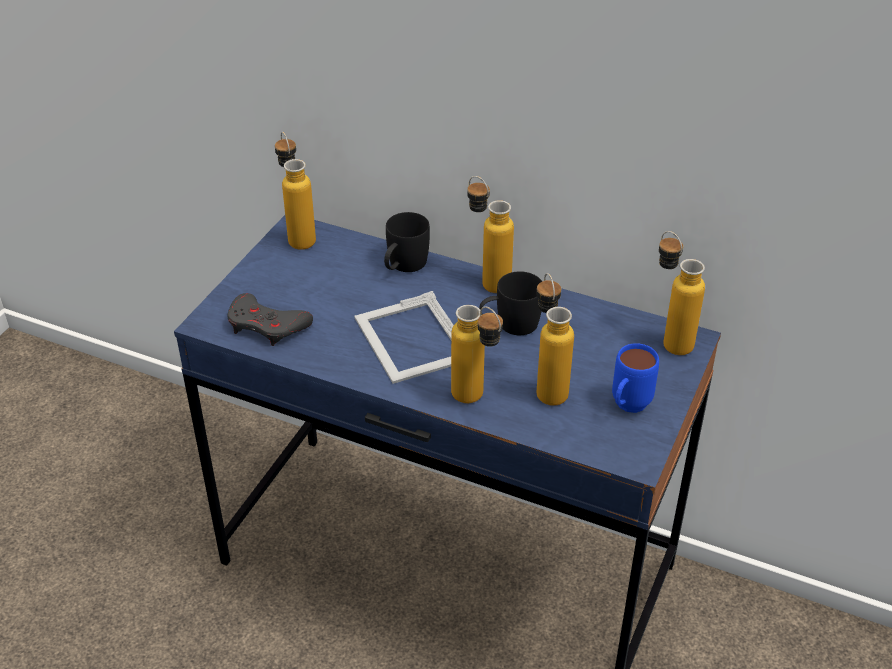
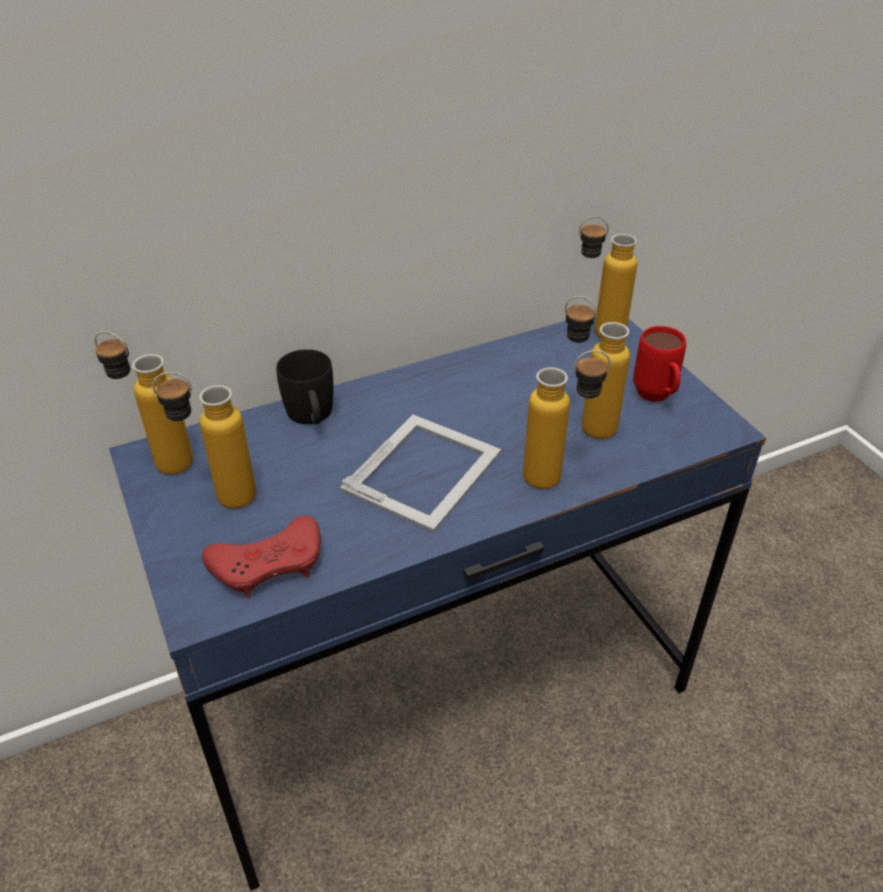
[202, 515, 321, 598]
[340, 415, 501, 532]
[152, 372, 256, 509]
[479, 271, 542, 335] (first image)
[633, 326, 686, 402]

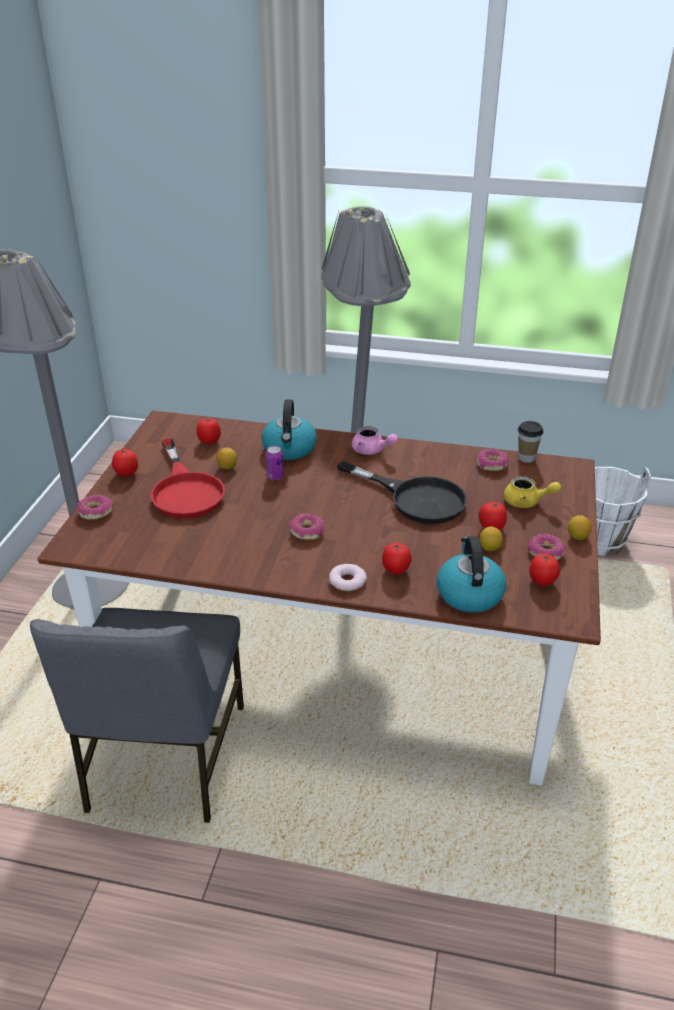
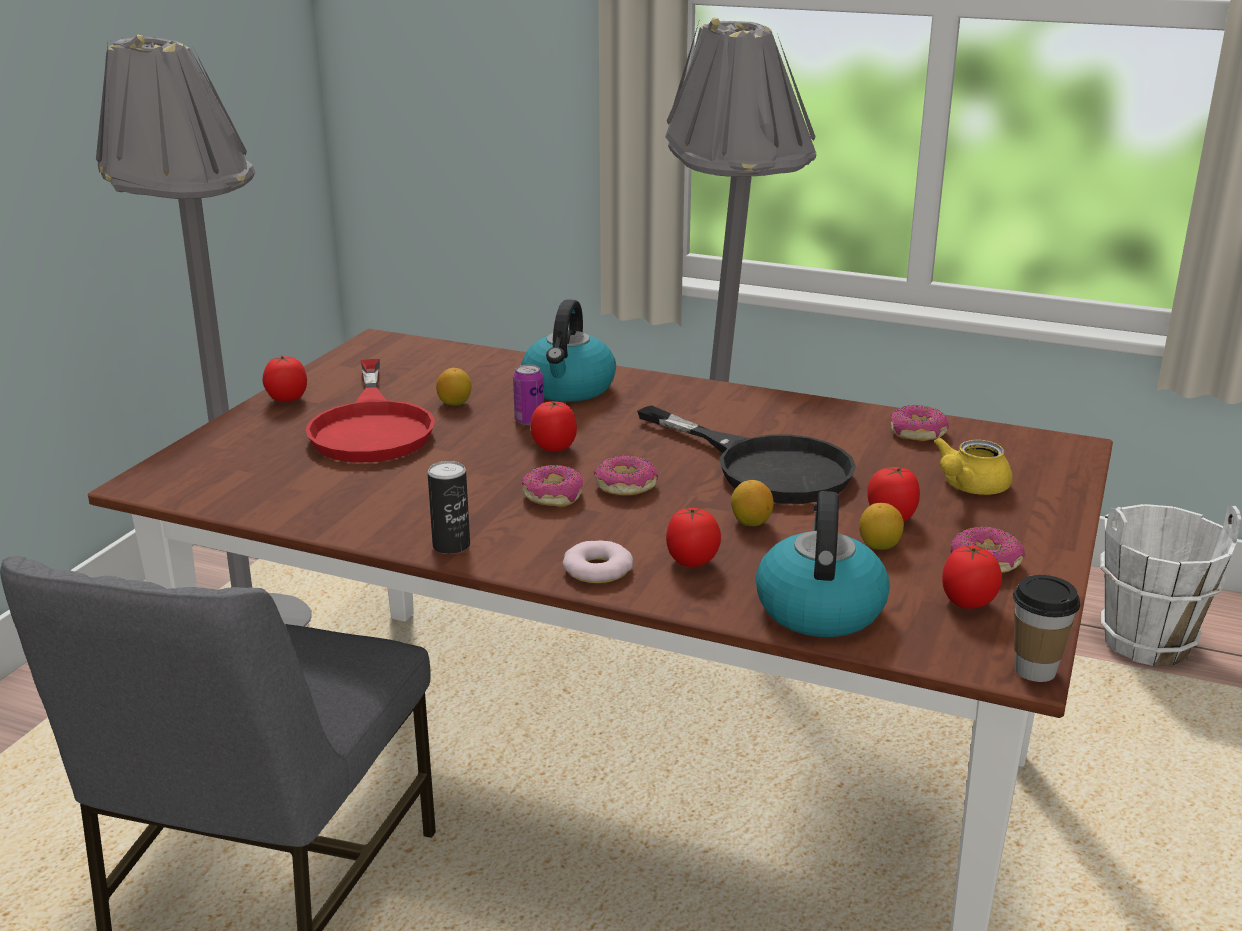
[594, 455, 658, 495]
[530, 401, 577, 452]
[352, 426, 398, 455] (first image)
[934, 438, 1013, 495]
[1013, 575, 1080, 682]
[731, 480, 774, 526]
[428, 461, 470, 554]

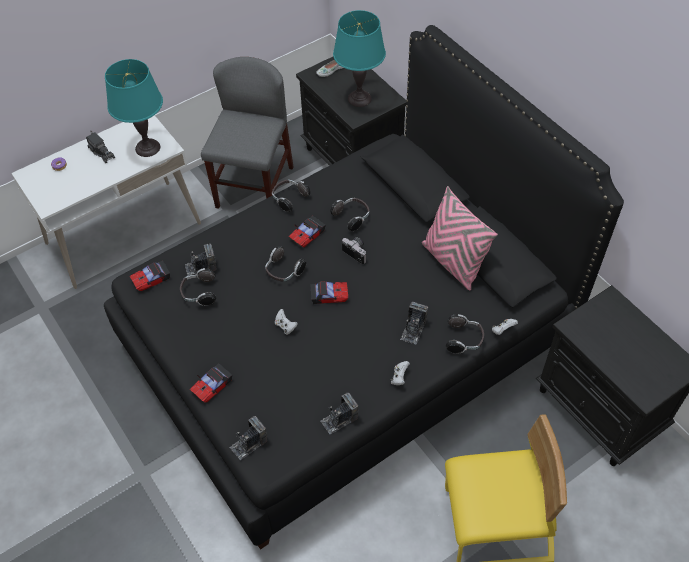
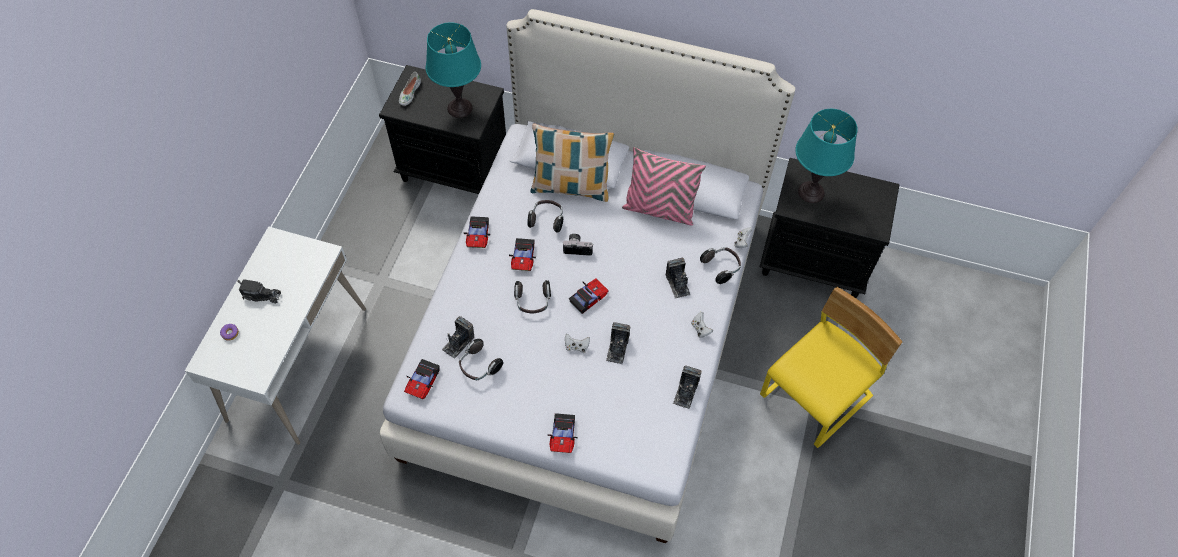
[380, 9, 795, 543]
[795, 109, 858, 203]
[201, 57, 294, 209] (first image)
[606, 322, 631, 364]
[464, 216, 490, 248]
[530, 123, 614, 202]

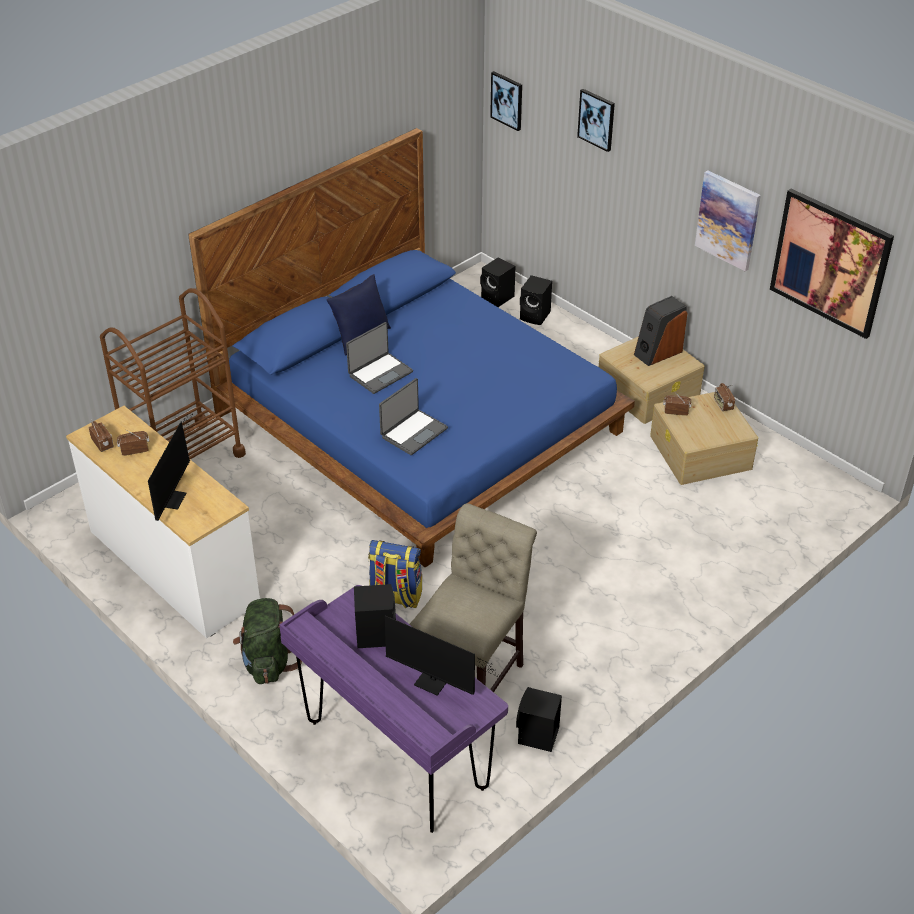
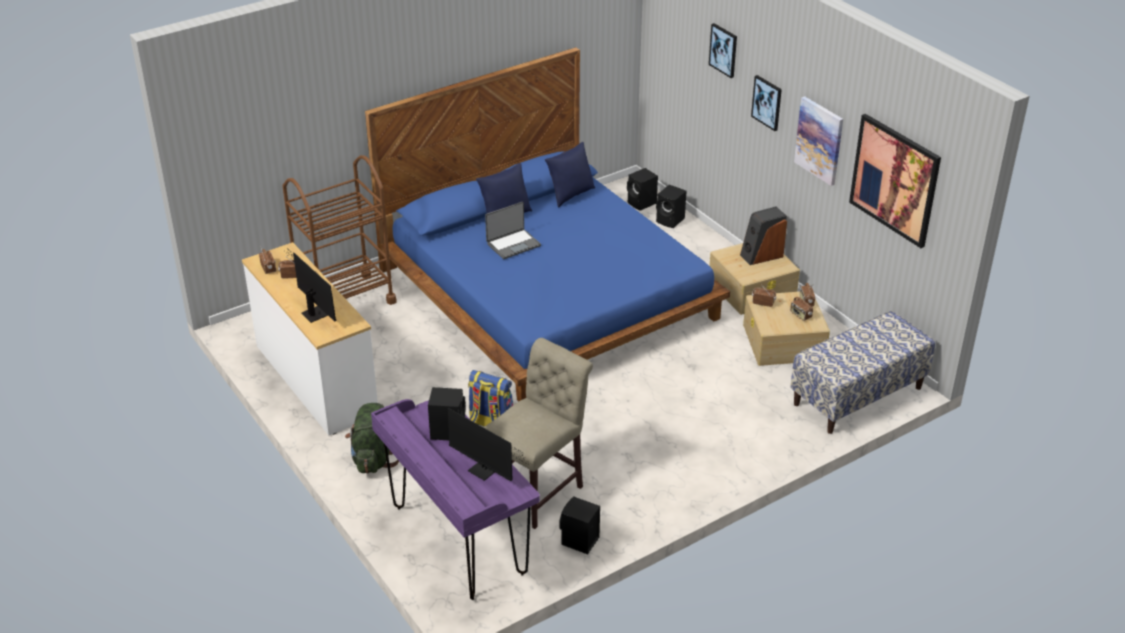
[286, 248, 337, 323]
[379, 378, 448, 455] (first image)
[751, 75, 782, 131]
[545, 142, 595, 208]
[790, 296, 813, 321]
[790, 311, 935, 434]

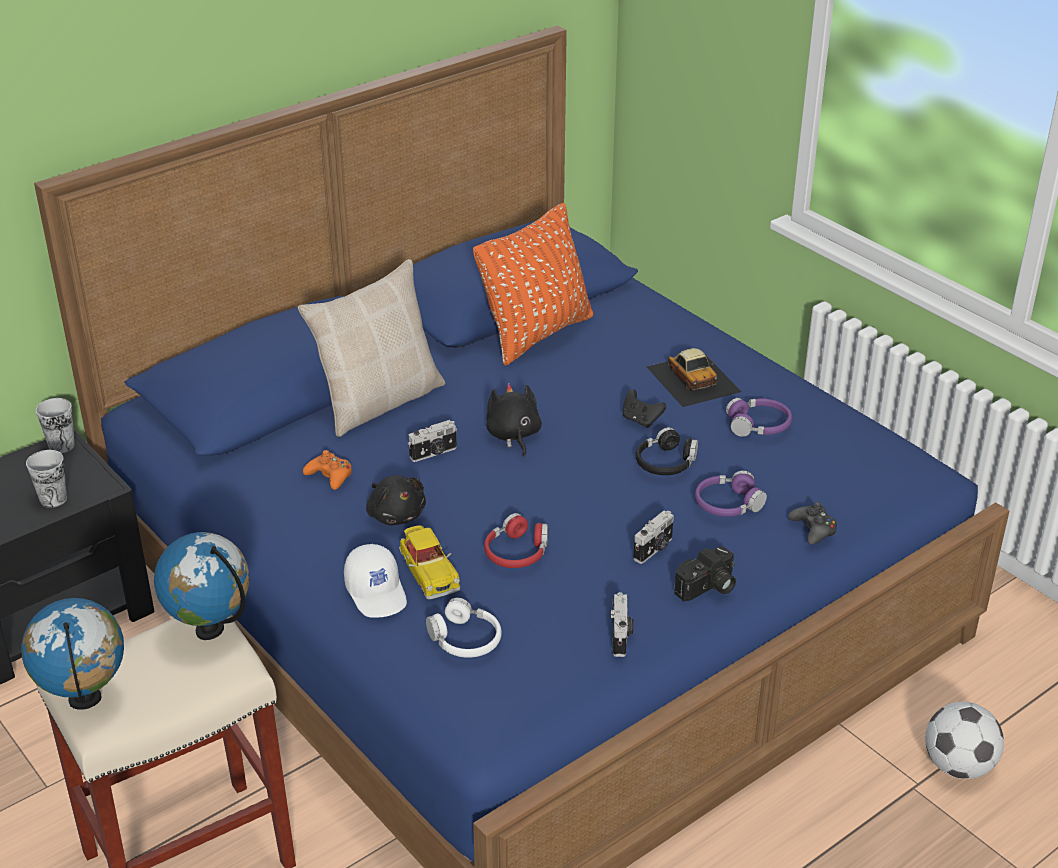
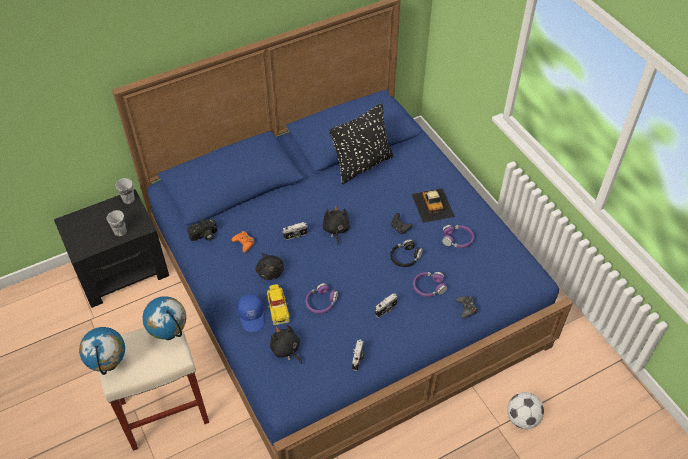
[298, 259, 445, 437] (first image)
[237, 294, 265, 332]
[270, 325, 302, 364]
[329, 103, 393, 184]
[305, 283, 338, 314]
[187, 219, 217, 241]

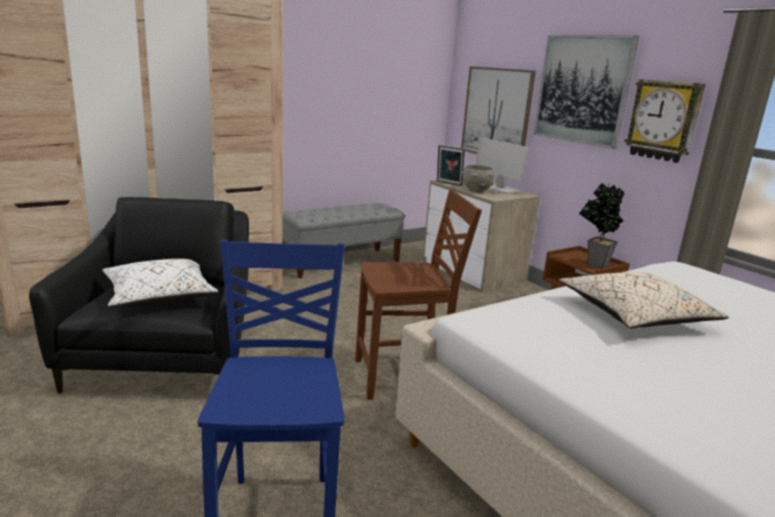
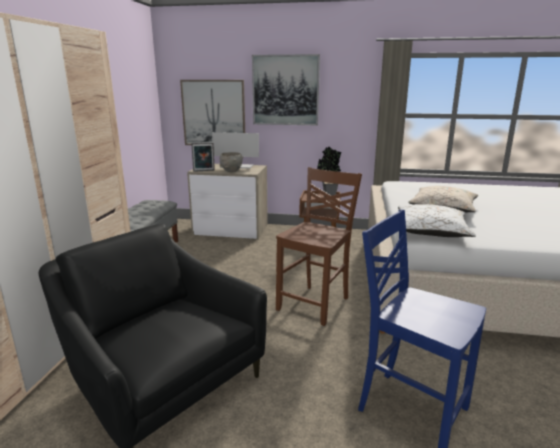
[398, 204, 476, 237]
[625, 79, 705, 163] (first image)

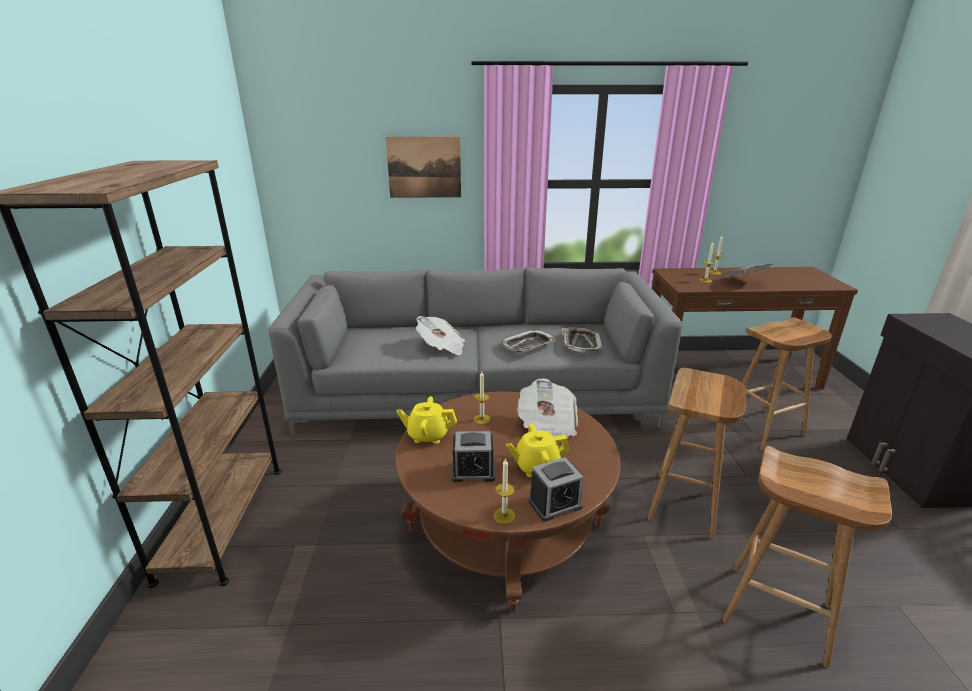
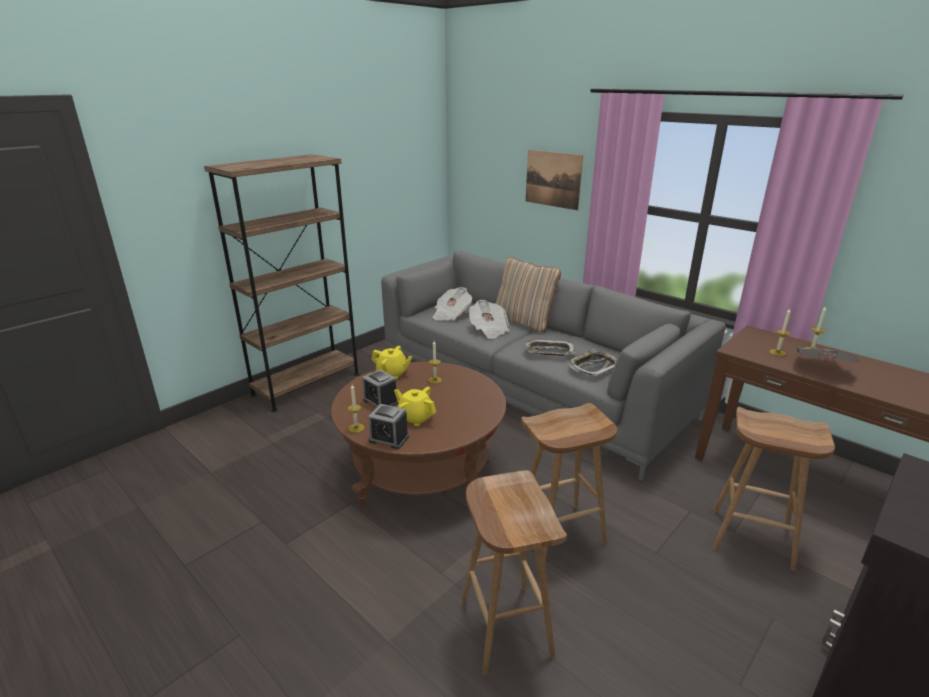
[371, 346, 413, 379]
[433, 287, 472, 320]
[495, 257, 561, 332]

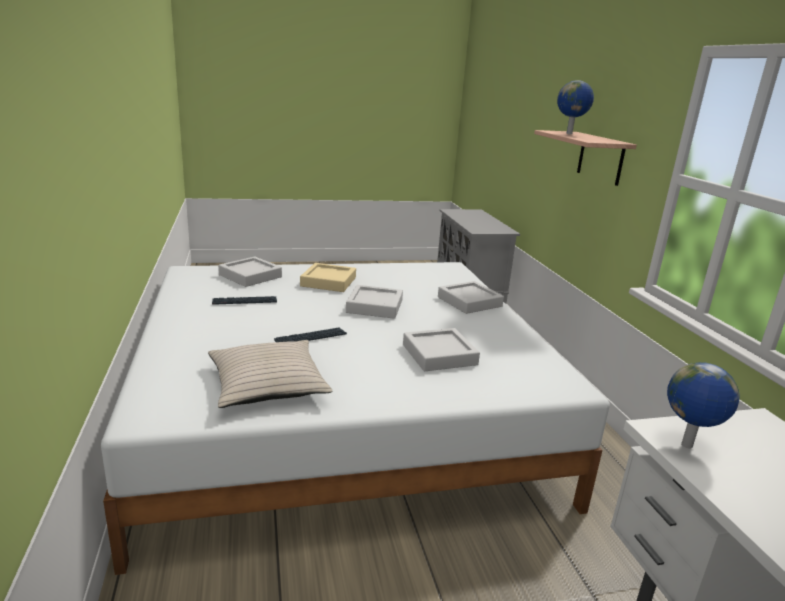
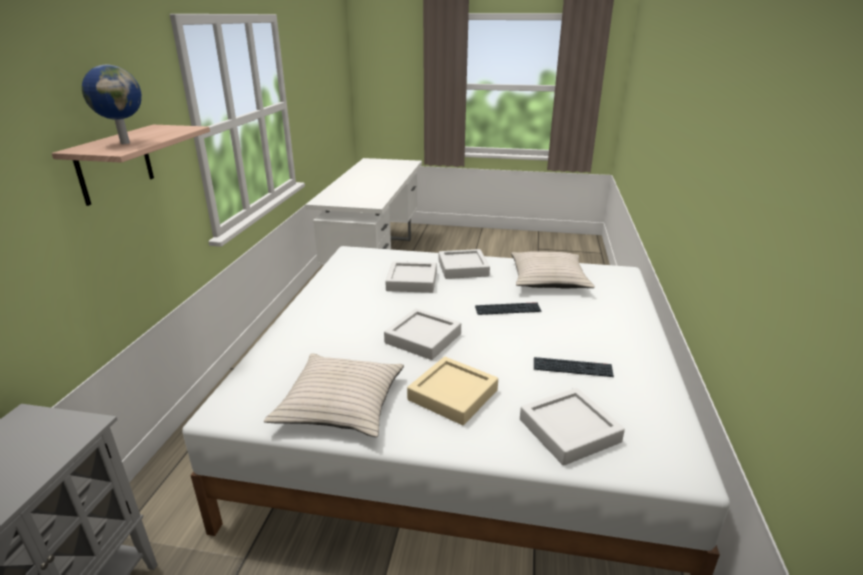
[439, 249, 490, 279]
[667, 362, 740, 449] (first image)
[264, 353, 404, 437]

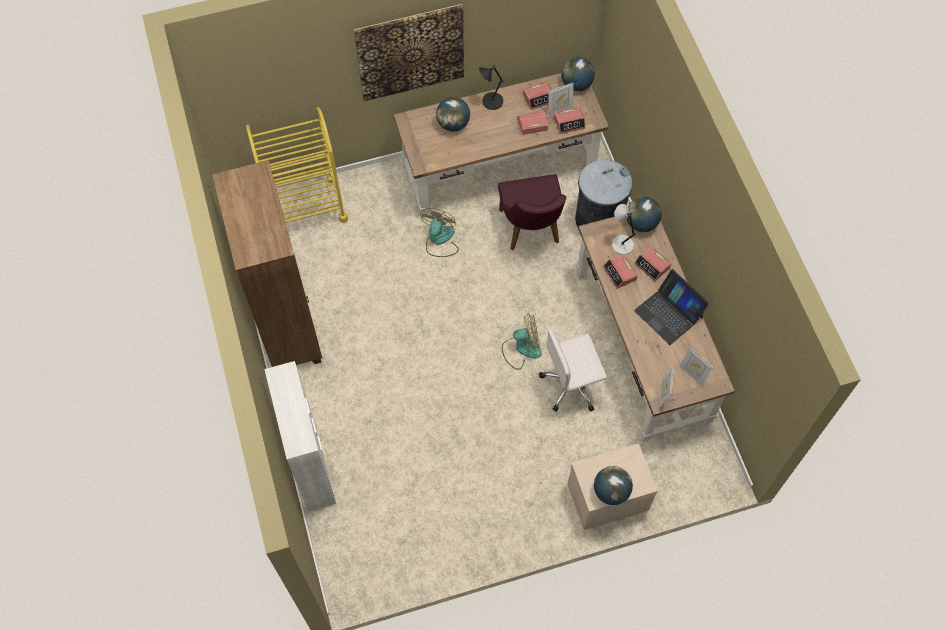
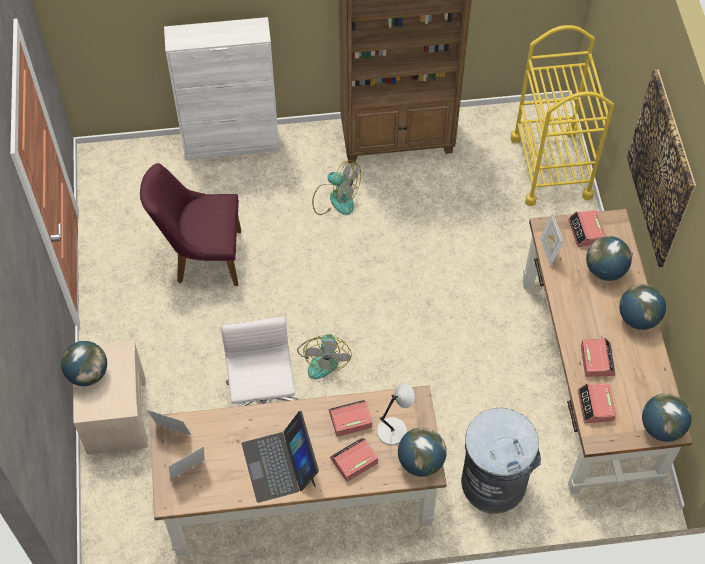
[312, 160, 361, 215]
[619, 284, 666, 330]
[140, 163, 241, 286]
[568, 210, 606, 247]
[540, 212, 564, 267]
[242, 411, 319, 503]

